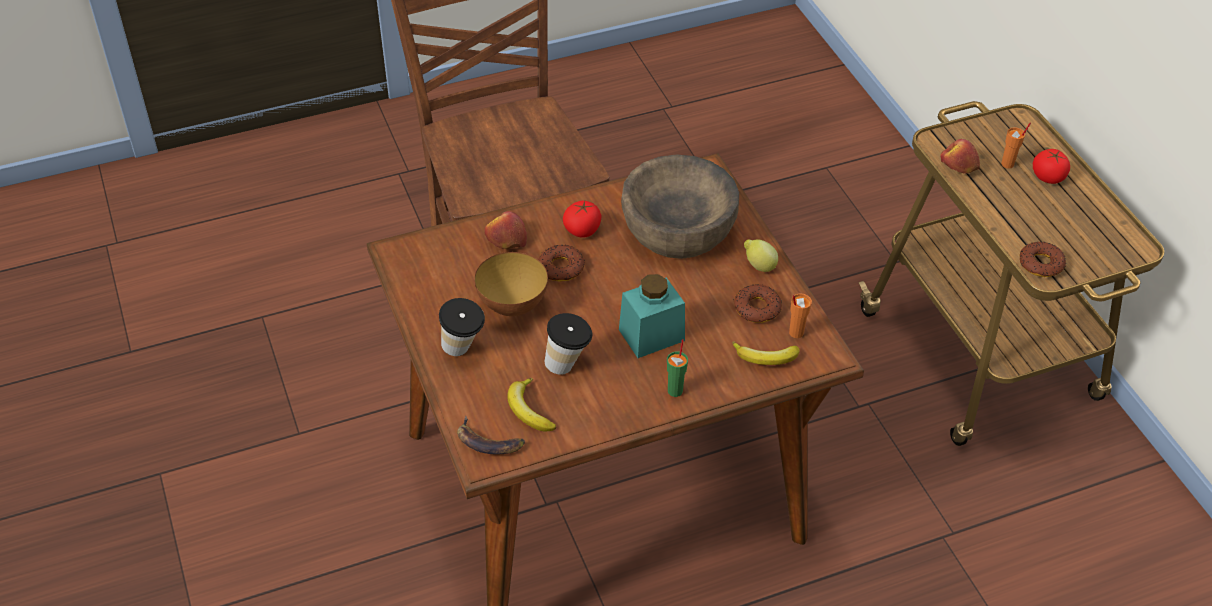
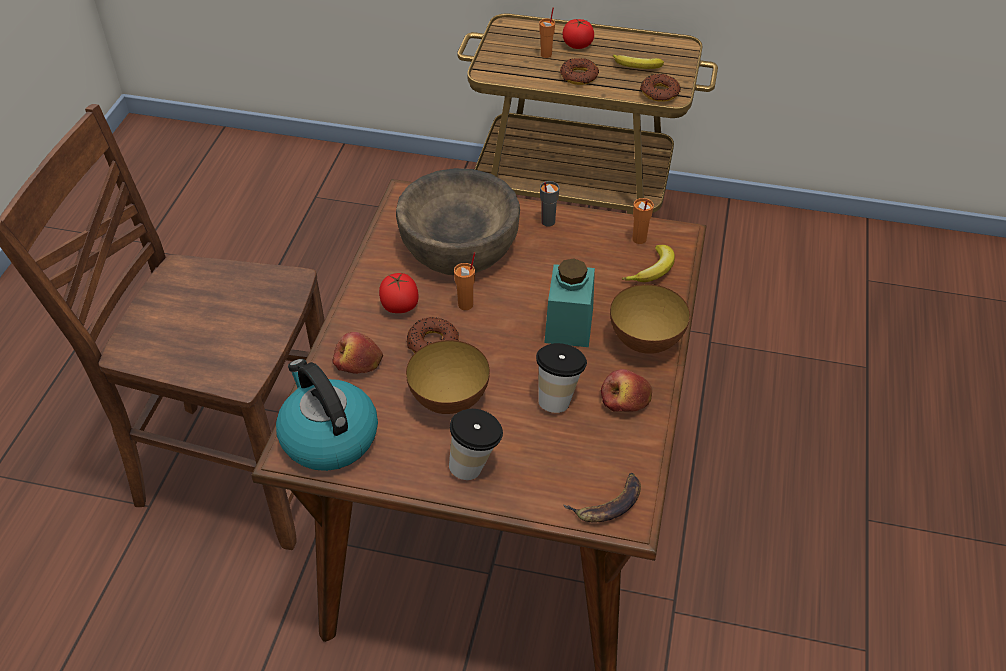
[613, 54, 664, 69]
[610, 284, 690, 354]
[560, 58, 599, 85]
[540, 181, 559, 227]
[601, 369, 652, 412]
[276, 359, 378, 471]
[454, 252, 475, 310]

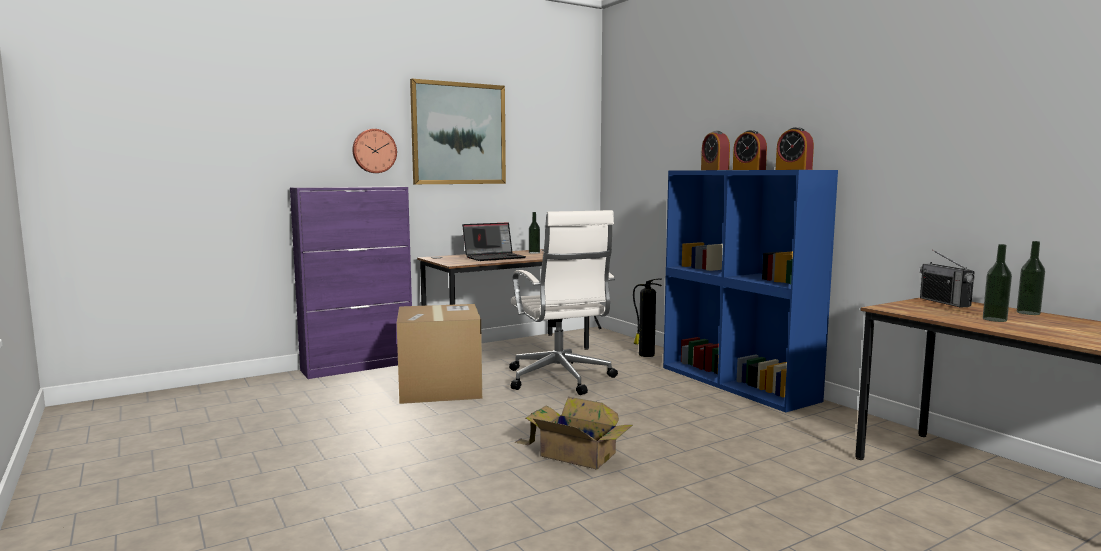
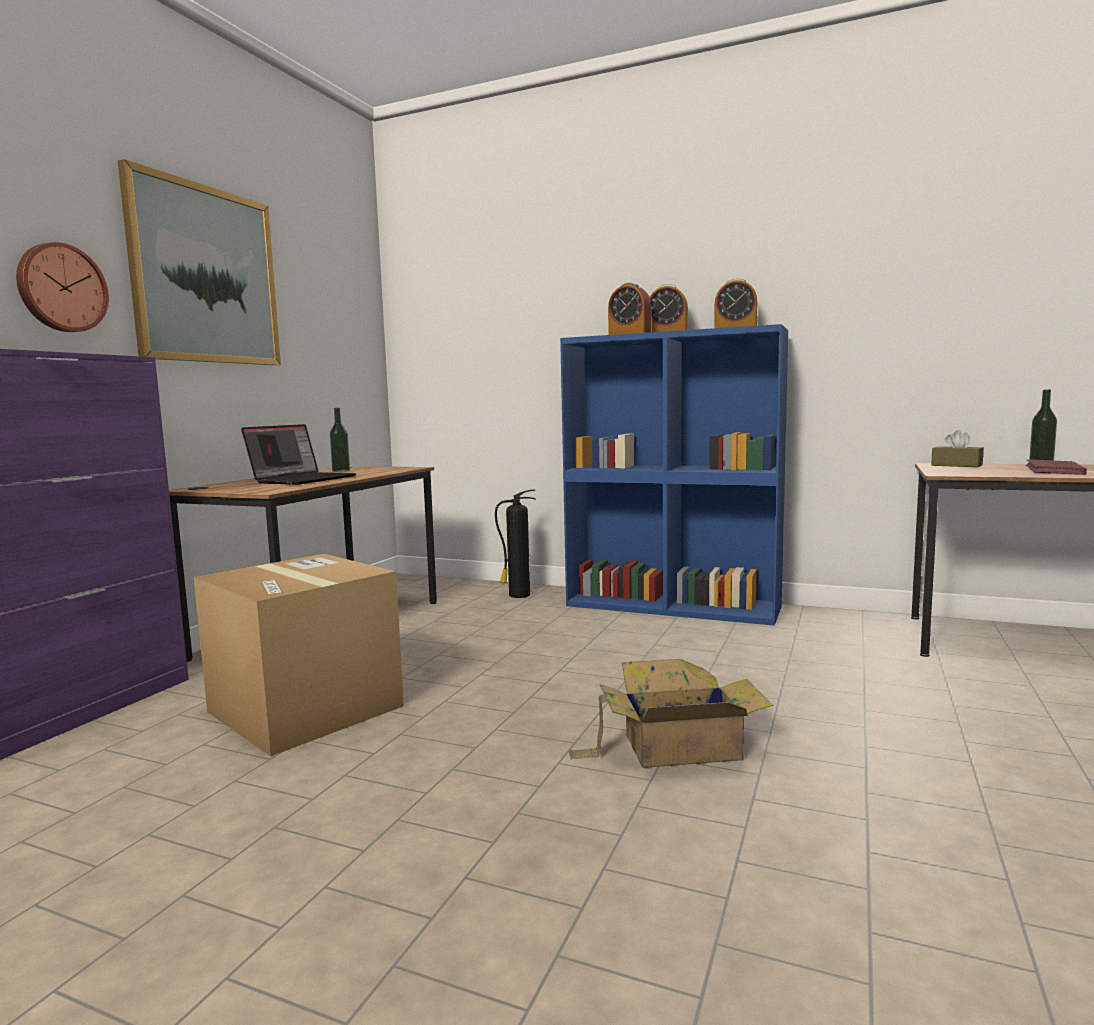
[509, 210, 618, 395] (first image)
[931, 430, 984, 467]
[1026, 459, 1087, 475]

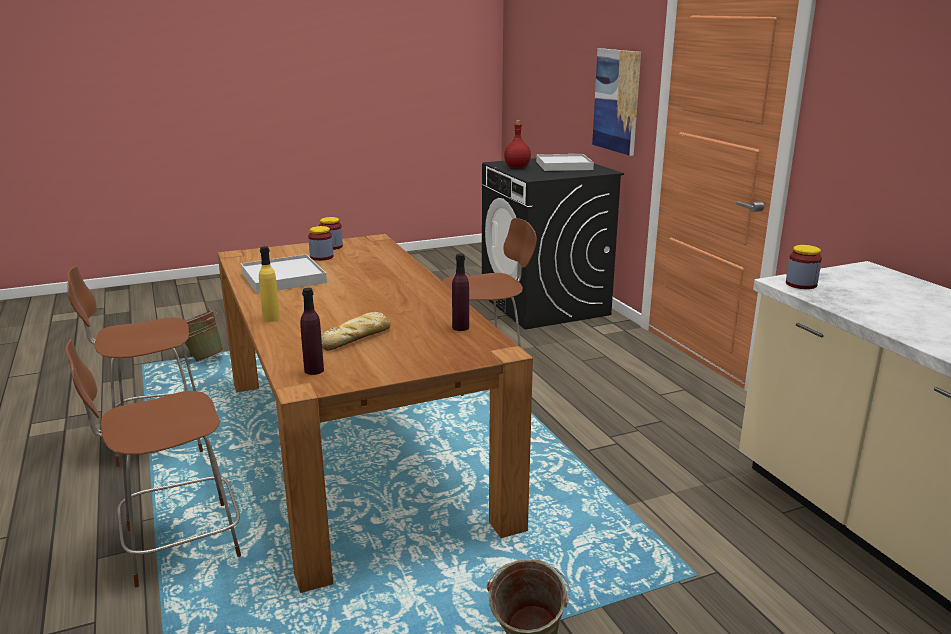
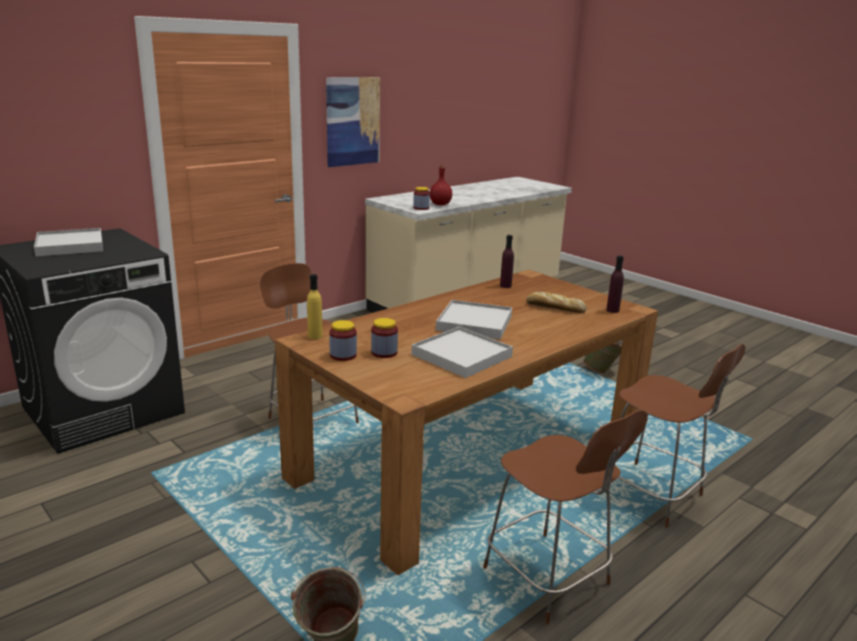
[307, 274, 322, 339]
[430, 164, 452, 205]
[326, 77, 380, 167]
[436, 300, 512, 339]

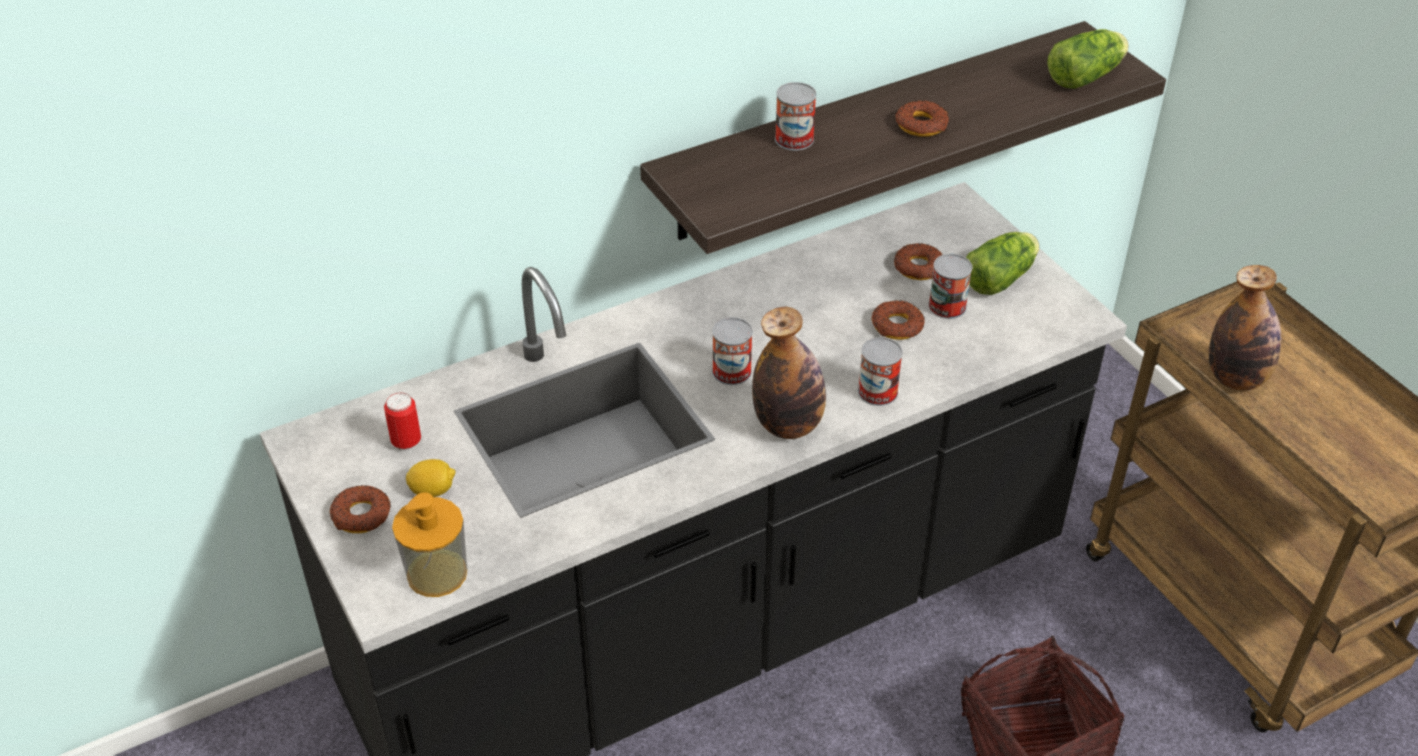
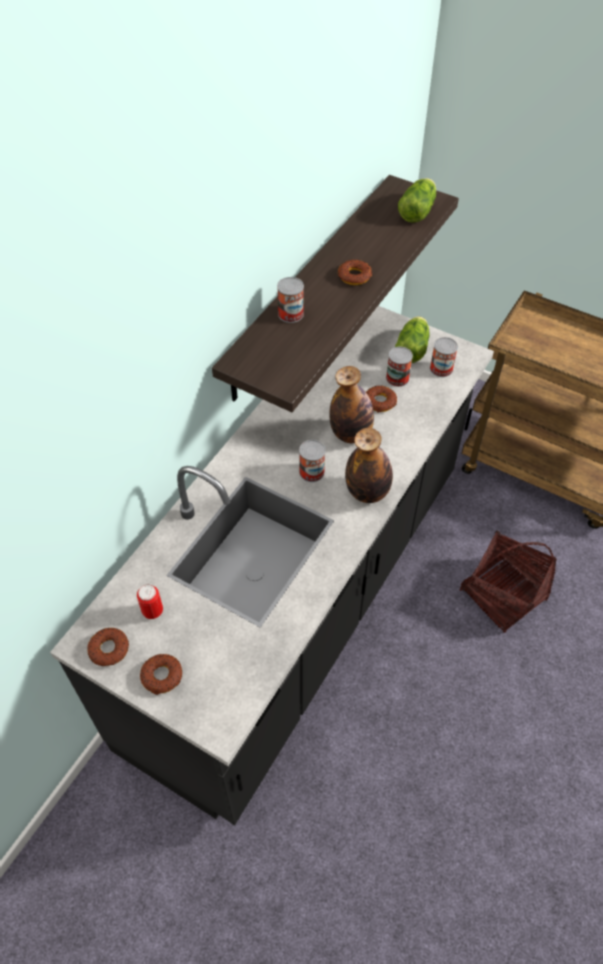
[392, 492, 467, 597] (first image)
[406, 459, 455, 497] (first image)
[430, 337, 458, 377]
[87, 628, 129, 666]
[329, 366, 374, 443]

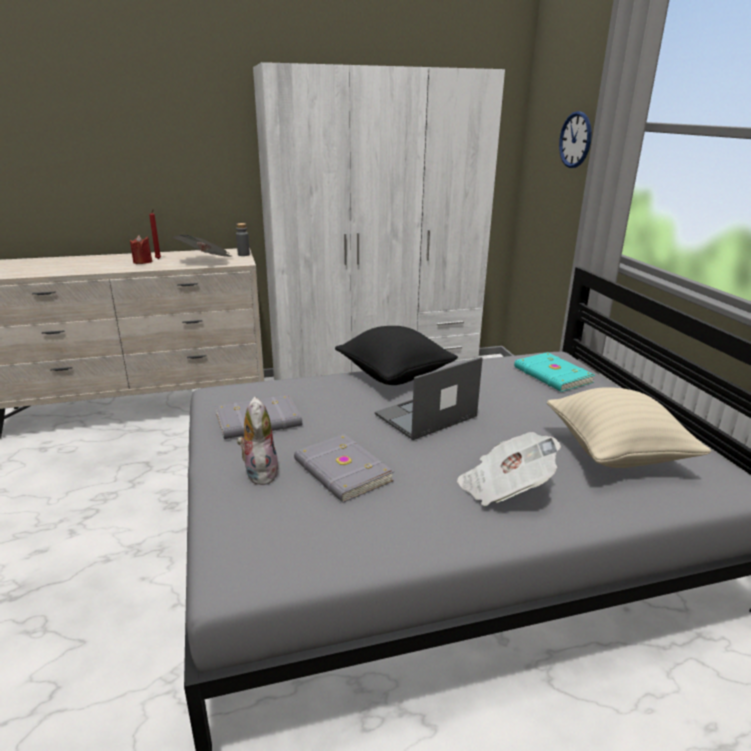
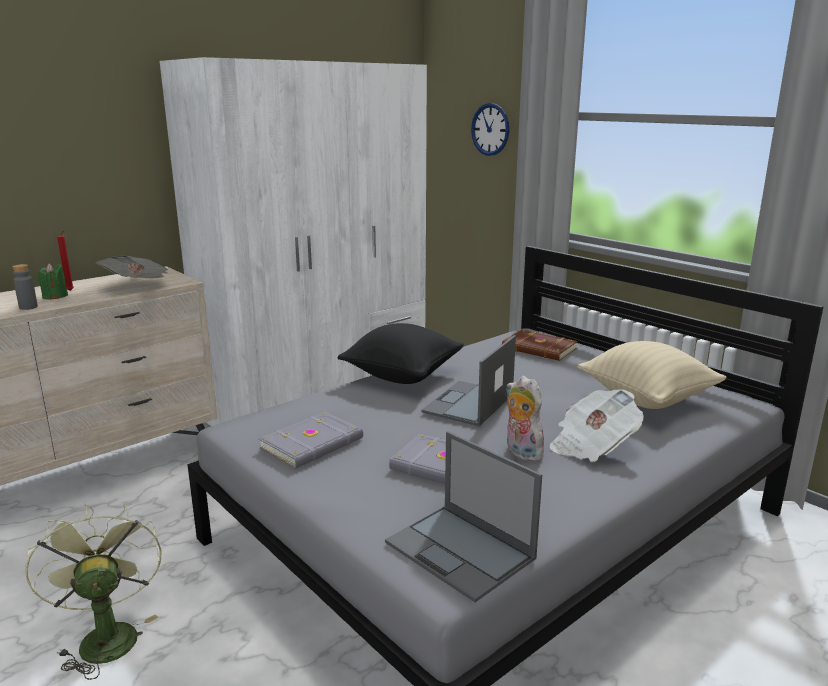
[37, 263, 68, 300]
[13, 264, 38, 310]
[506, 376, 544, 462]
[502, 330, 578, 361]
[25, 504, 162, 680]
[385, 431, 542, 602]

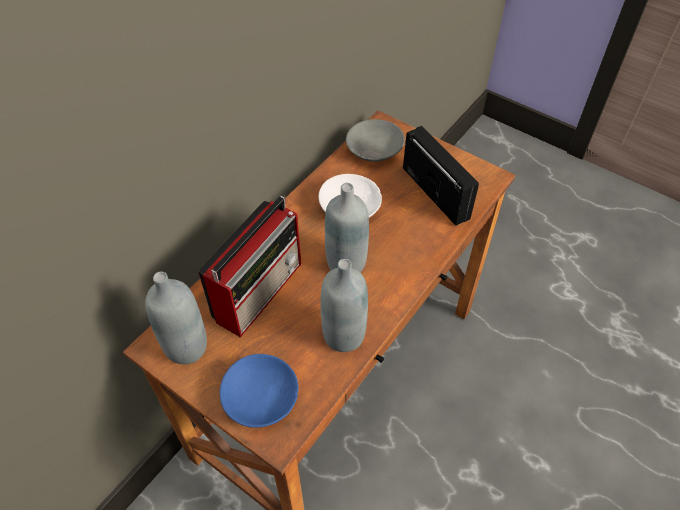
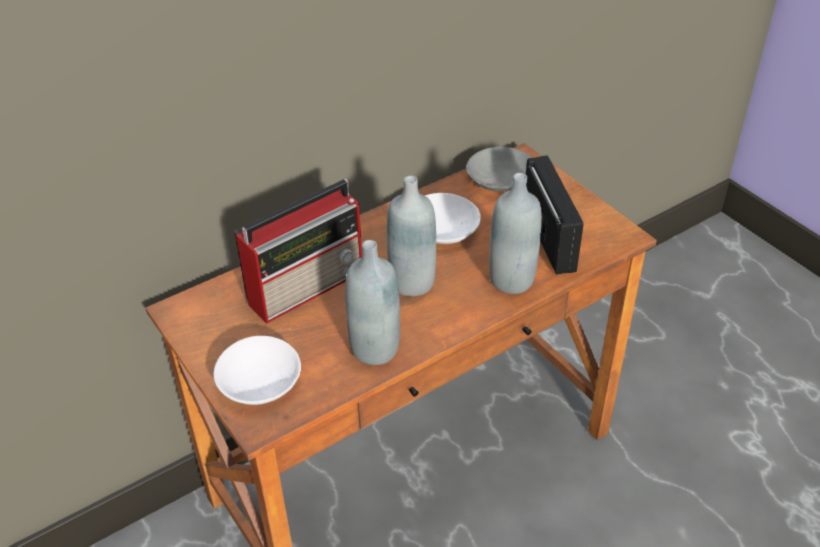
[489, 173, 542, 294]
[214, 336, 301, 405]

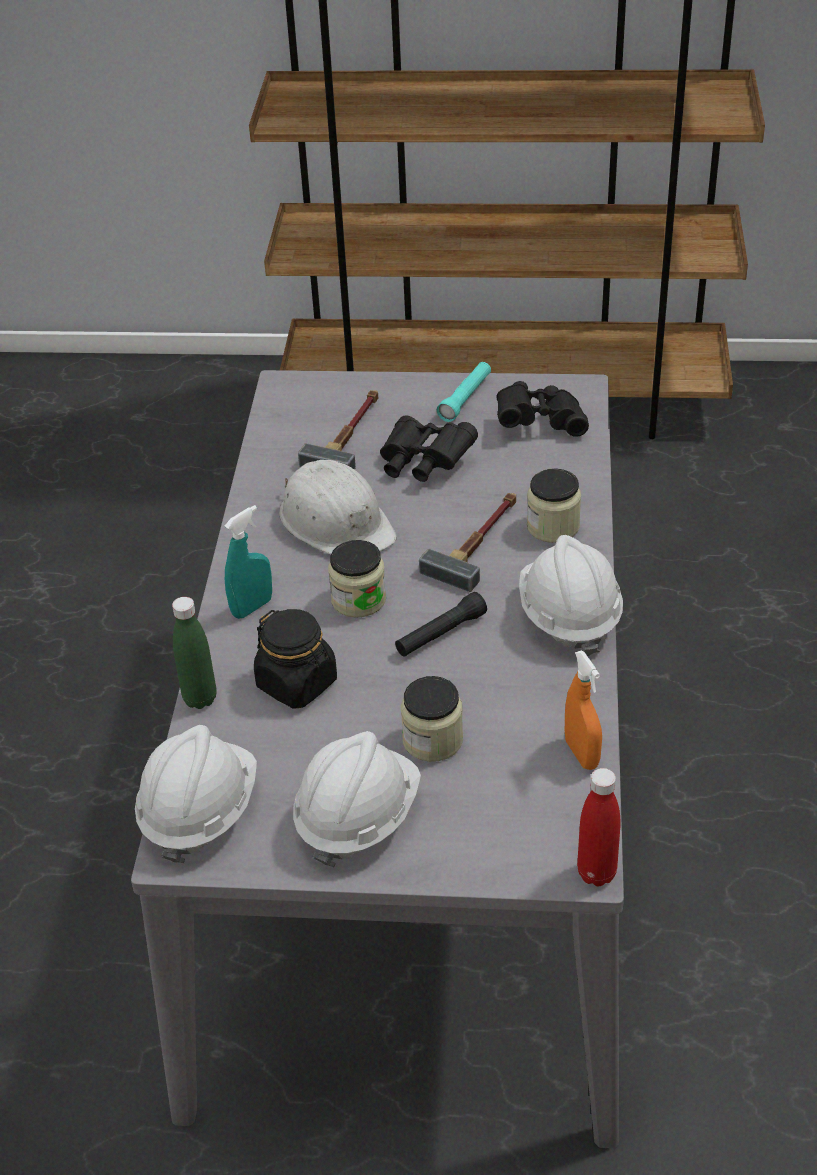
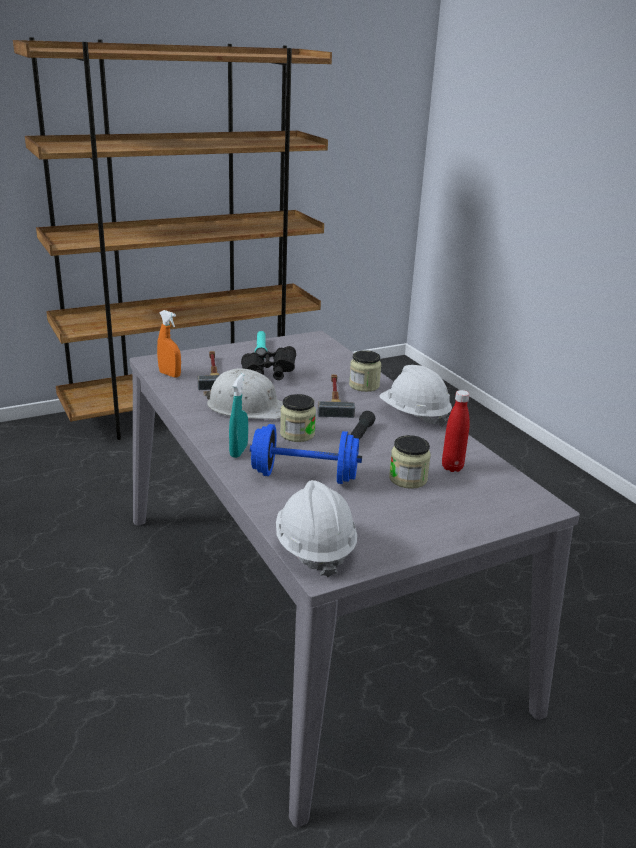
[172, 597, 217, 709] (first image)
[250, 424, 362, 484]
[293, 731, 421, 867] (first image)
[497, 381, 589, 437] (first image)
[157, 310, 181, 378]
[442, 390, 470, 472]

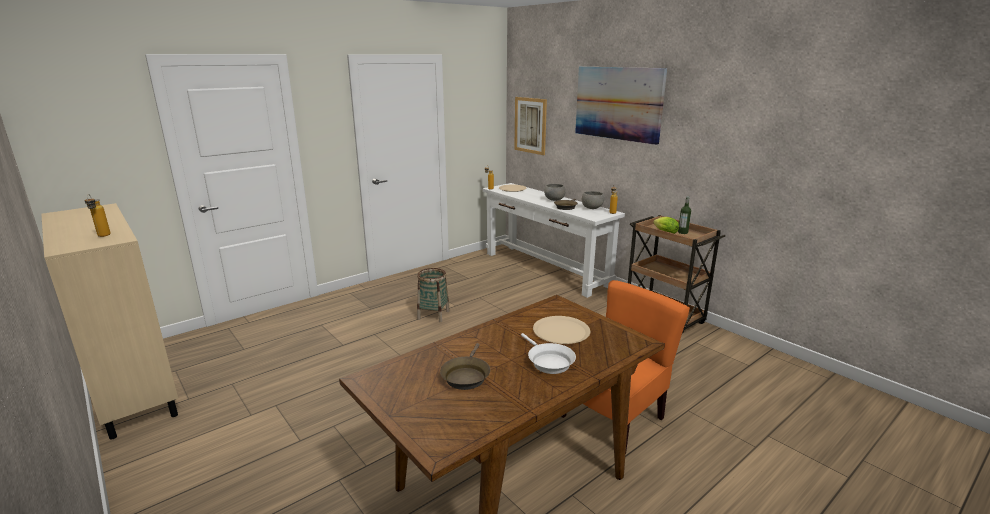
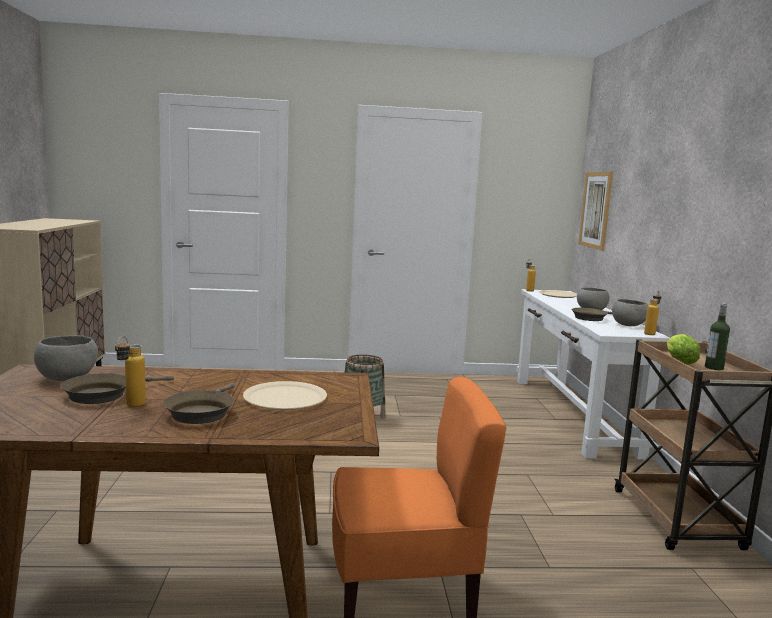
[115, 336, 146, 407]
[163, 383, 235, 424]
[575, 67, 667, 145] (first image)
[34, 335, 98, 381]

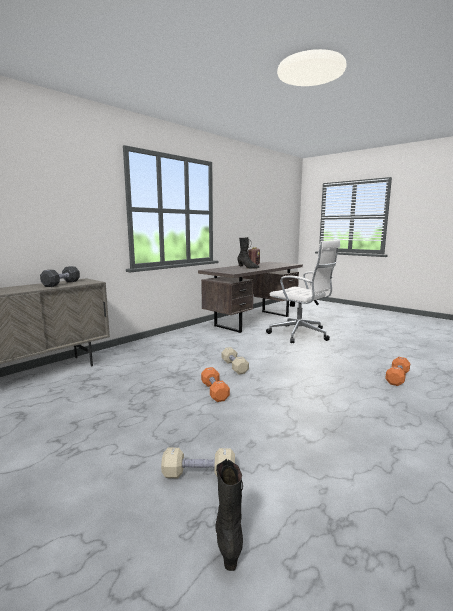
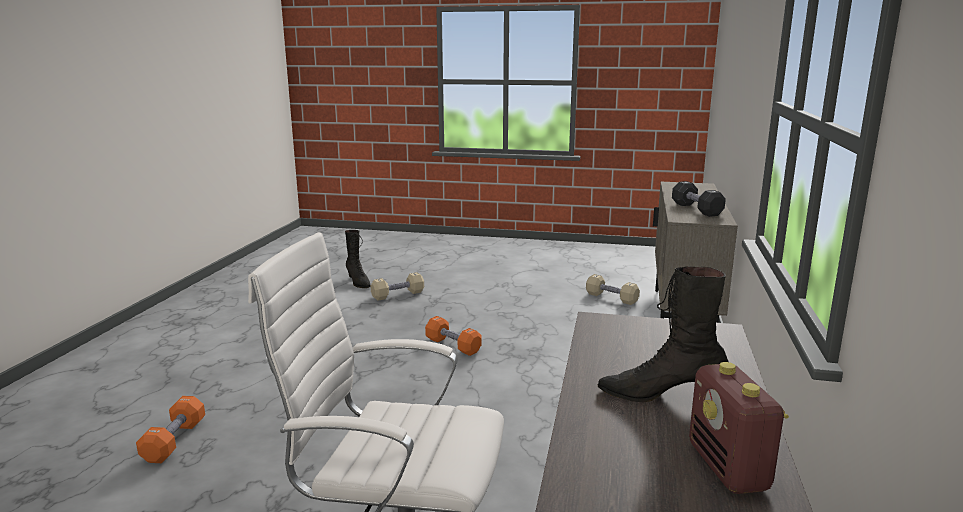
[586, 274, 640, 305]

